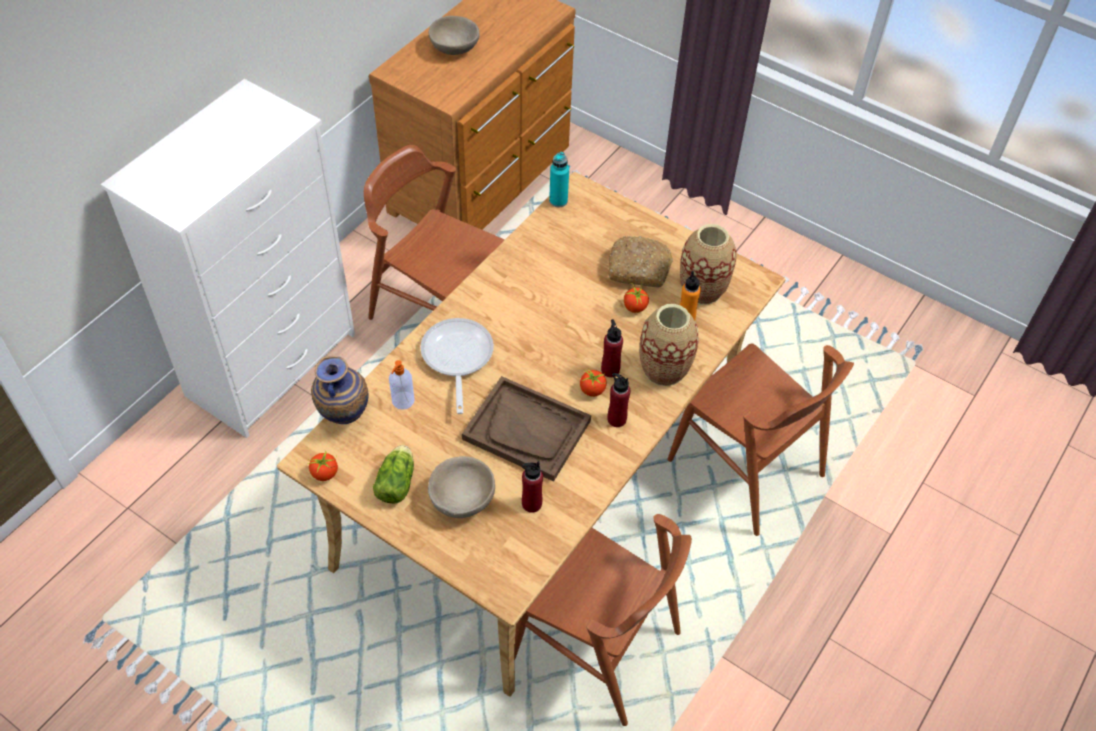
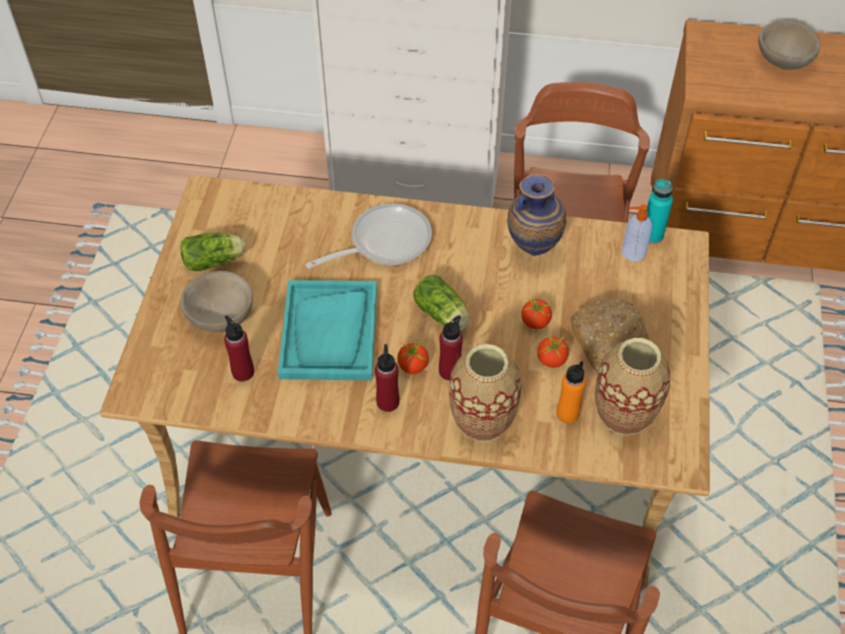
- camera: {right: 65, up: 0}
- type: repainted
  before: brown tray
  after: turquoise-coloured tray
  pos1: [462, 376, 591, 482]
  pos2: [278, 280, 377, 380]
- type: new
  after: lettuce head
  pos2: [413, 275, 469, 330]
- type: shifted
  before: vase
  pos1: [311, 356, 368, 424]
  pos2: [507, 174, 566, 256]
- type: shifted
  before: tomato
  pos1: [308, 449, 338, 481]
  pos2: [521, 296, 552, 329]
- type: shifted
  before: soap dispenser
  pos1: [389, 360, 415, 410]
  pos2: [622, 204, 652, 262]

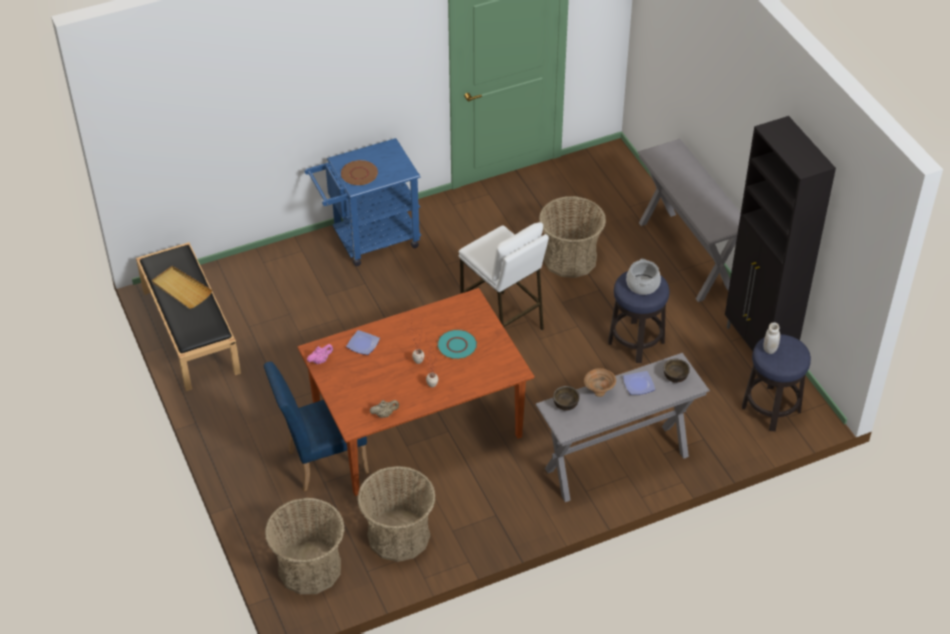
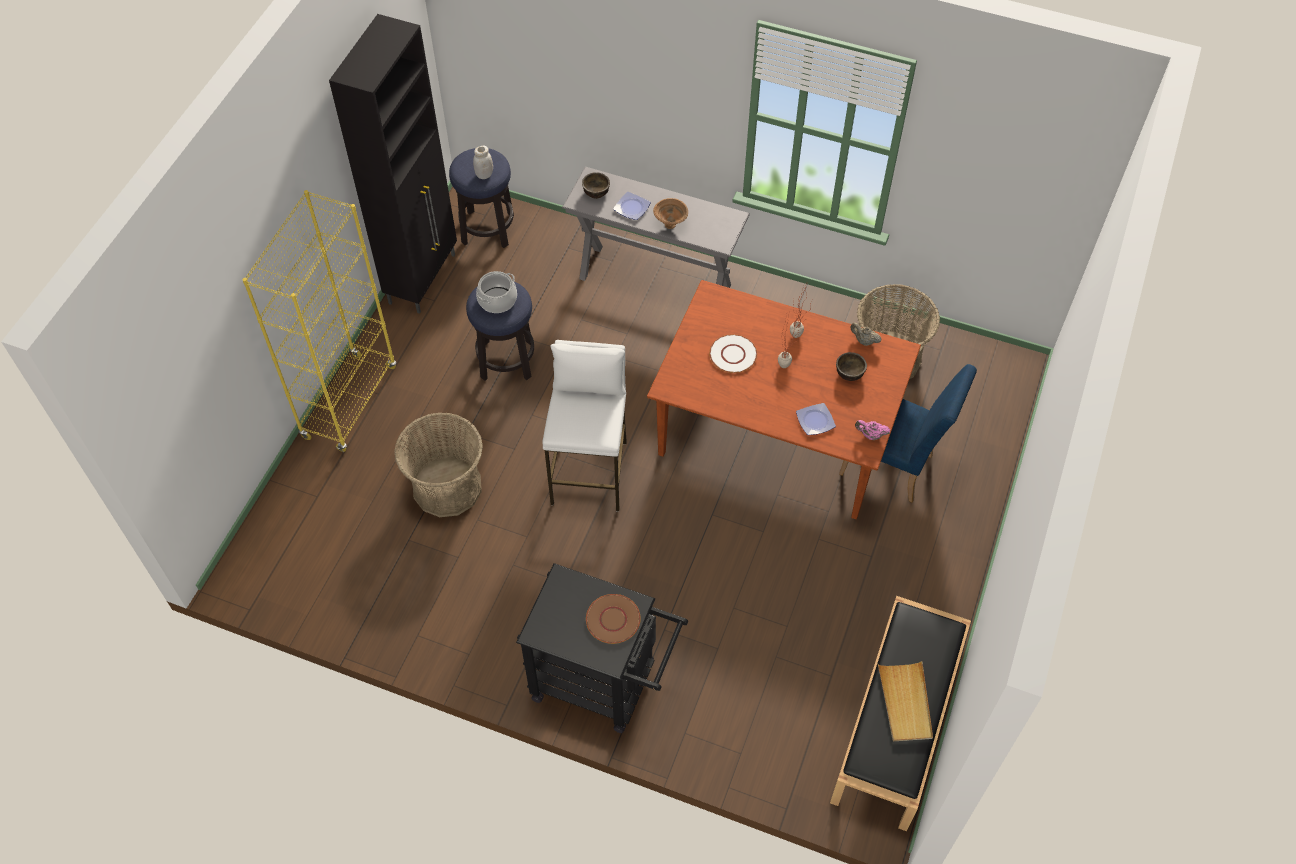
- camera: {right: -135, up: 10}
- type: swapped
  before: greyish narrow table
  after: yellow-coloured bookshelf
  pos1: [637, 139, 741, 302]
  pos2: [242, 190, 396, 452]
- type: repainted
  before: bluish trolley
  after: black trolley
  pos1: [304, 138, 421, 266]
  pos2: [516, 563, 688, 733]
- type: repainted
  before: turquoise-coloured flat dish
  after: whitish flat dish
  pos1: [437, 329, 477, 359]
  pos2: [709, 334, 757, 373]
- type: shifted
  before: brown deep dish
  pos1: [553, 386, 580, 411]
  pos2: [836, 352, 867, 381]
- type: gone
  before: household basket
  pos1: [265, 498, 345, 594]

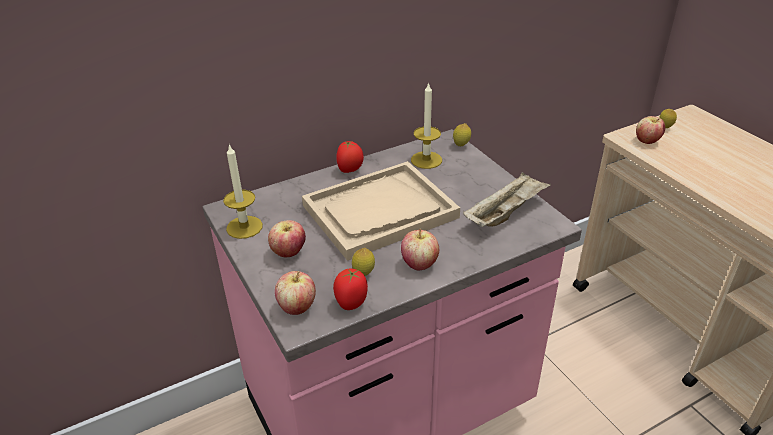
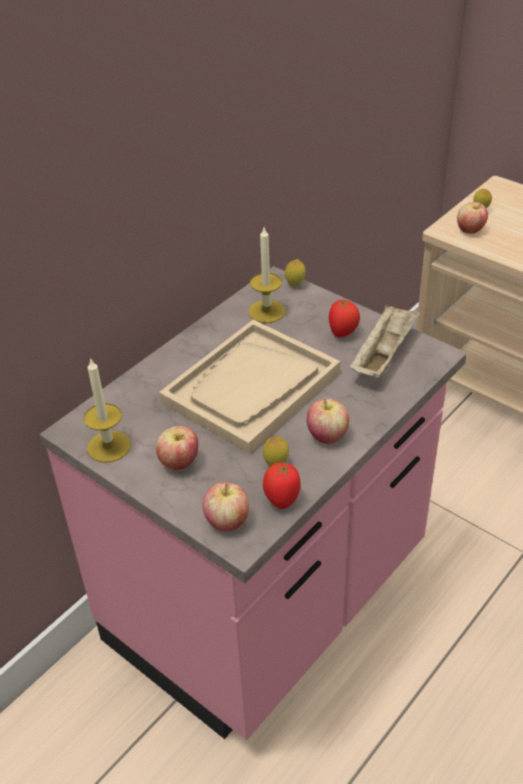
- camera: {right: -20, up: 5}
- type: shifted
  before: tomato
  pos1: [336, 141, 364, 173]
  pos2: [329, 298, 360, 338]

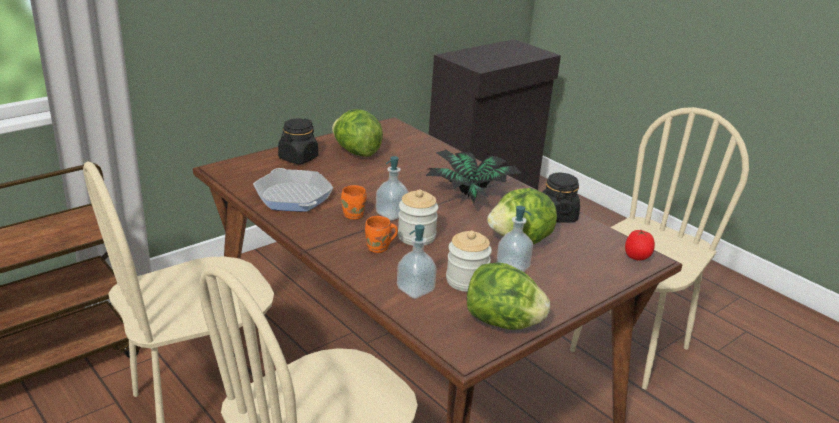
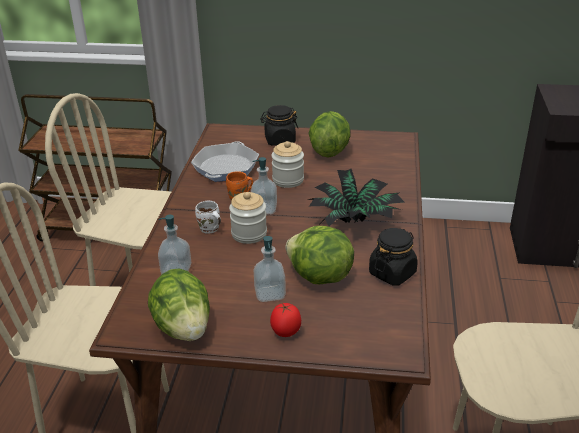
- camera: {right: 50, up: 5}
- type: repainted
  before: orange-coloured mug
  after: whitish mug
  pos1: [365, 216, 398, 253]
  pos2: [195, 201, 221, 234]
- type: shifted
  before: tomato
  pos1: [625, 230, 655, 260]
  pos2: [270, 303, 301, 337]
- type: shifted
  before: storage jar
  pos1: [446, 231, 492, 292]
  pos2: [271, 141, 304, 188]

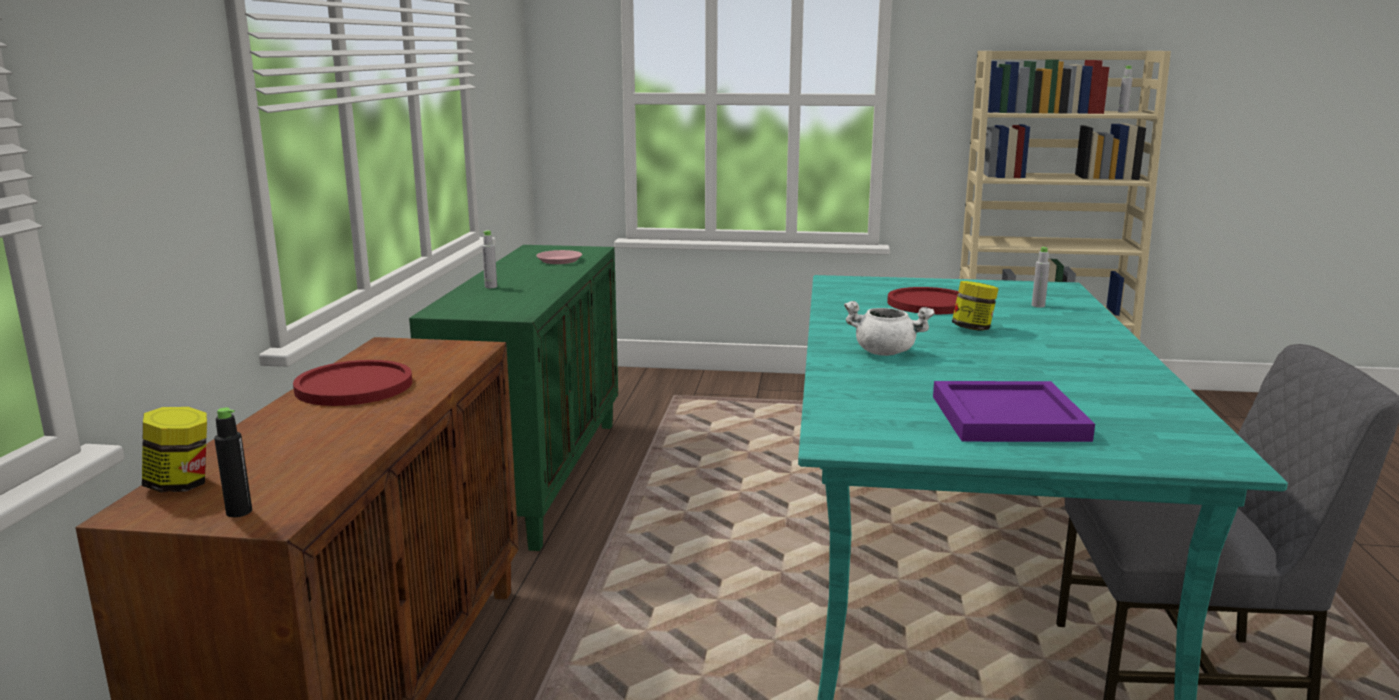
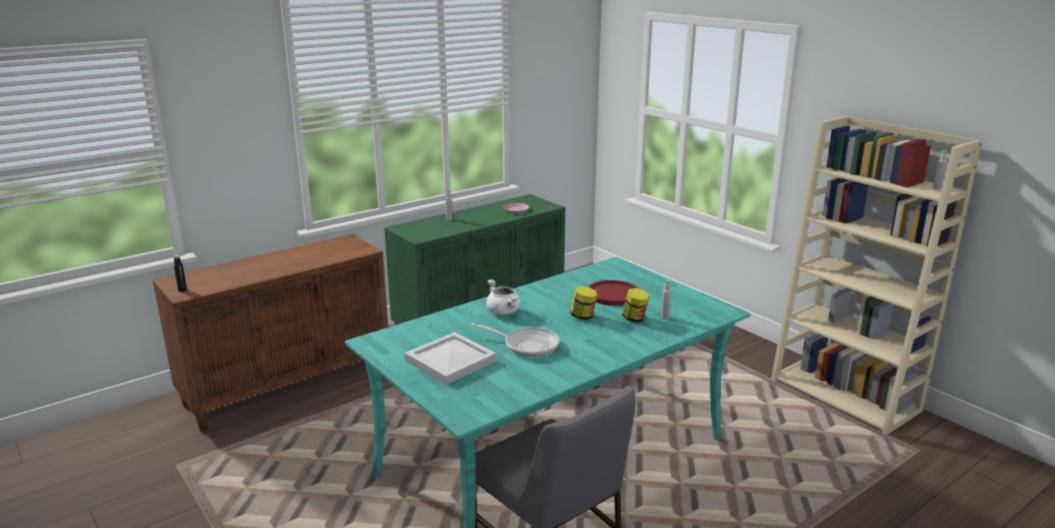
- camera: {right: 45, up: 5}
- type: repainted
  before: purple-coloured tray
  after: whitish tray
  pos1: [933, 381, 1095, 442]
  pos2: [405, 332, 496, 385]
- type: new
  after: frying pan
  pos2: [471, 323, 559, 357]
- type: shifted
  before: storage jar
  pos1: [142, 407, 207, 492]
  pos2: [622, 288, 650, 322]
- type: gone
  before: red flat dish
  pos1: [293, 360, 412, 406]

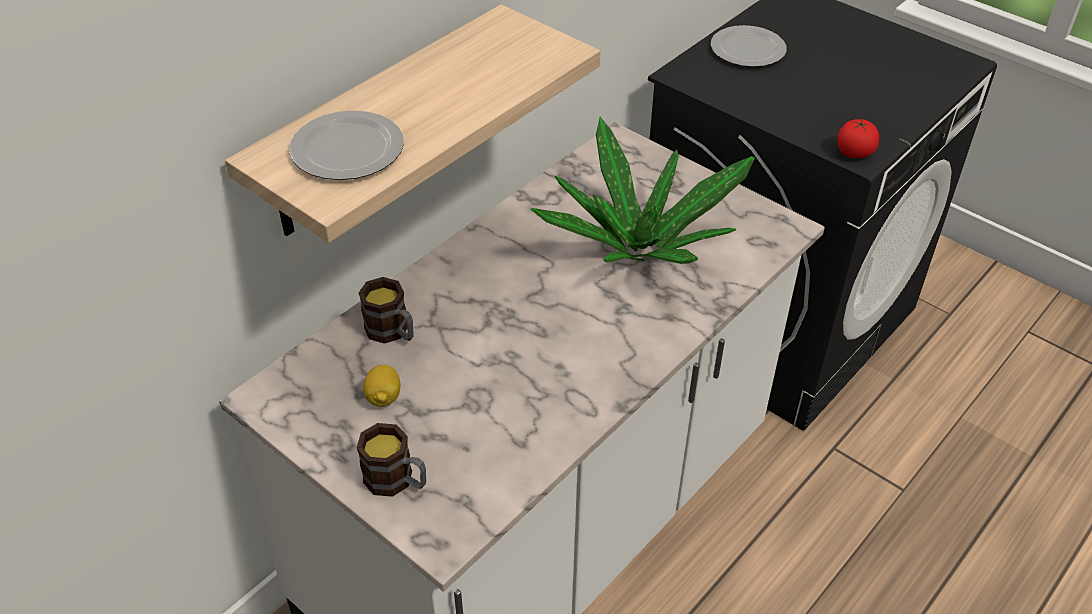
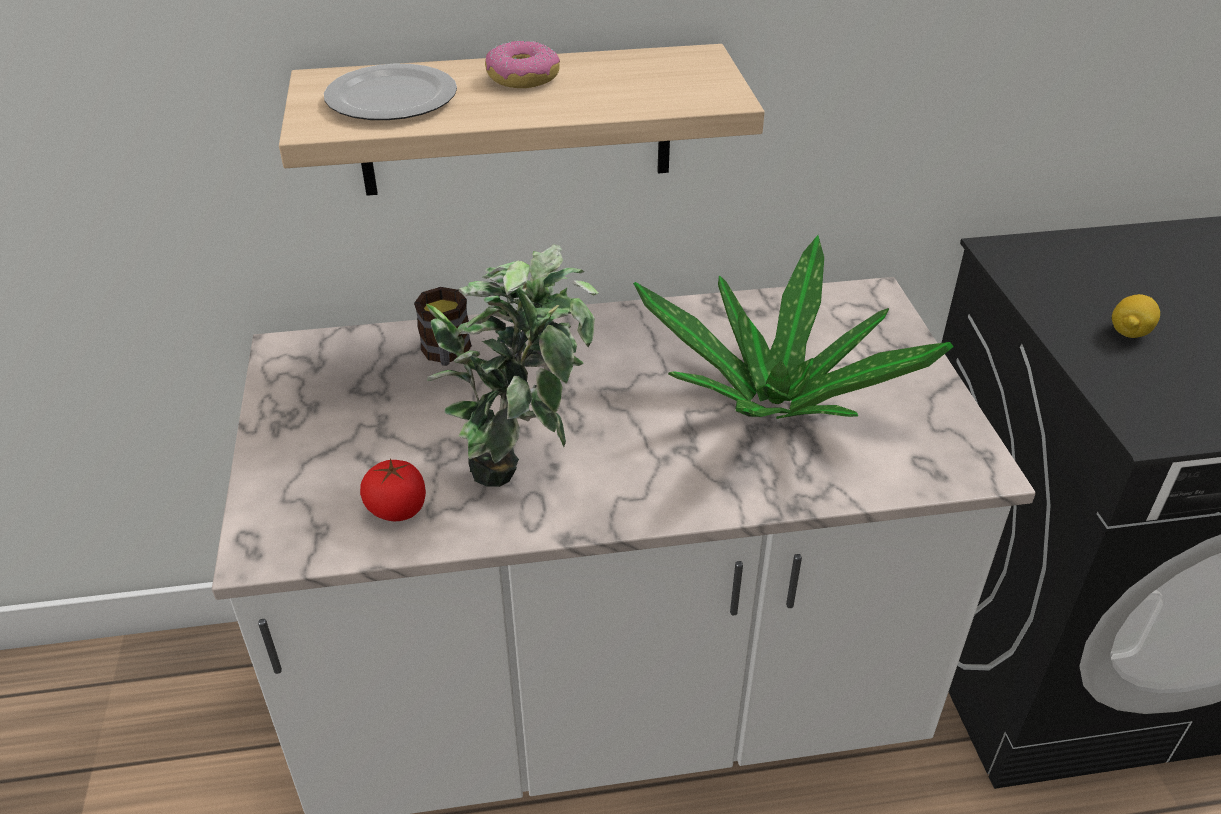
- camera: {right: 40, up: -5}
- type: shifted
  before: tomato
  pos1: [837, 118, 879, 158]
  pos2: [360, 458, 426, 521]
- type: new
  after: plant in a pot
  pos2: [426, 244, 599, 487]
- type: new
  after: doughnut
  pos2: [485, 40, 560, 88]
- type: shifted
  before: lemon
  pos1: [363, 365, 400, 407]
  pos2: [1112, 294, 1160, 338]
- type: gone
  before: mug
  pos1: [357, 423, 426, 497]
- type: gone
  before: flat dish
  pos1: [711, 25, 787, 67]

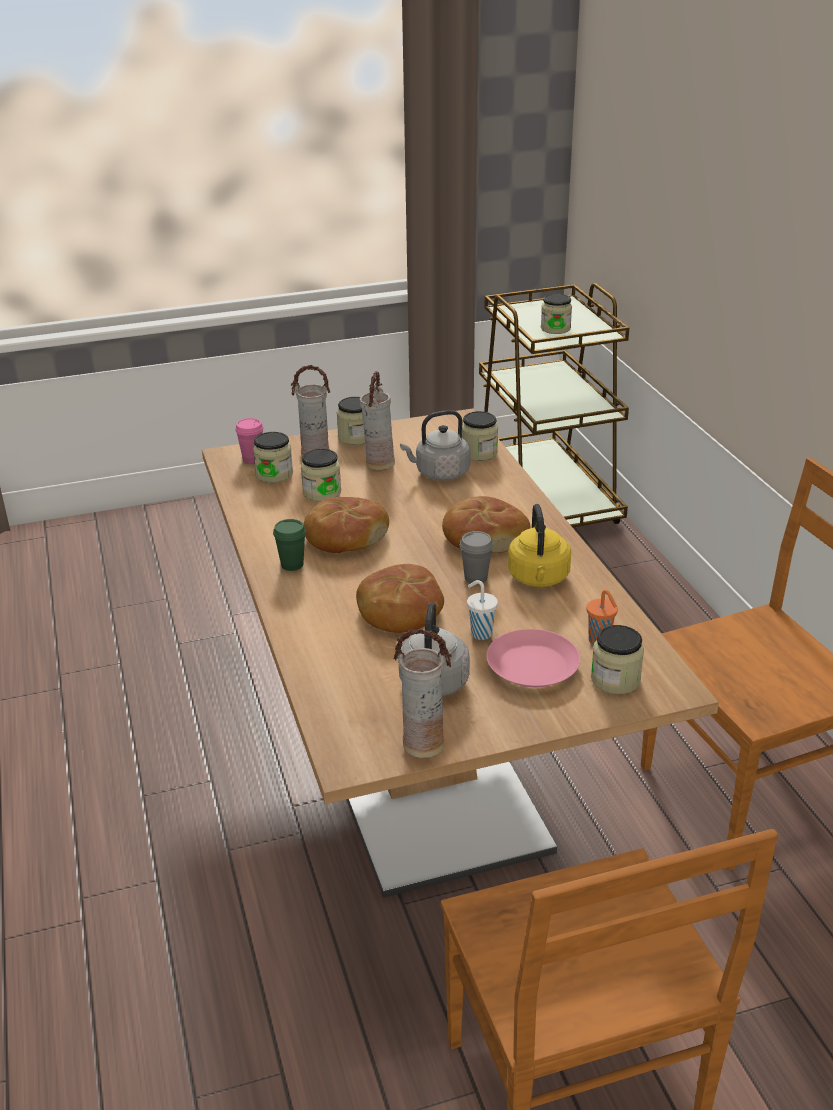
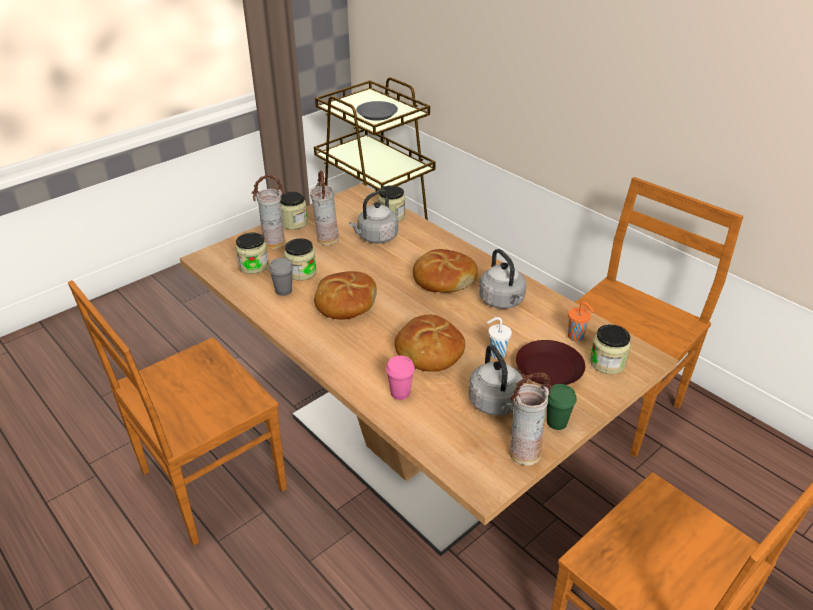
- camera: {right: -25, up: 5}
- type: new
  after: brown chair
  pos2: [68, 280, 287, 545]
- type: shifted
  before: greyish drinking cup
  pos1: [460, 531, 493, 583]
  pos2: [269, 258, 293, 296]
- type: swapped
  before: storage jar
  after: greyish flat dish
  pos1: [541, 294, 572, 334]
  pos2: [356, 101, 398, 121]
- type: shifted
  before: pinkish drinking cup
  pos1: [235, 418, 264, 463]
  pos2: [386, 356, 415, 400]
- type: repainted
  before: yellow-coloured water kettle
  after: greyish water kettle
  pos1: [508, 504, 571, 587]
  pos2: [479, 249, 526, 309]
- type: repainted
  before: pinkish flat dish
  after: brown flat dish
  pos1: [487, 629, 580, 687]
  pos2: [516, 340, 585, 385]
- type: shifted
  before: green drinking cup
  pos1: [273, 519, 306, 571]
  pos2: [547, 384, 577, 430]

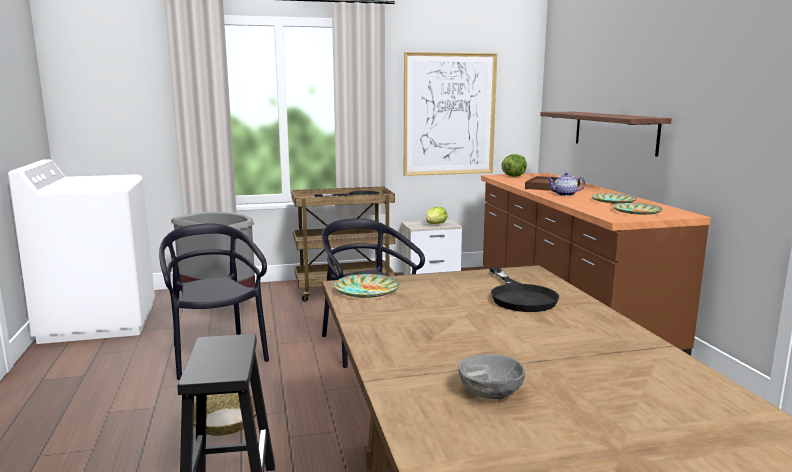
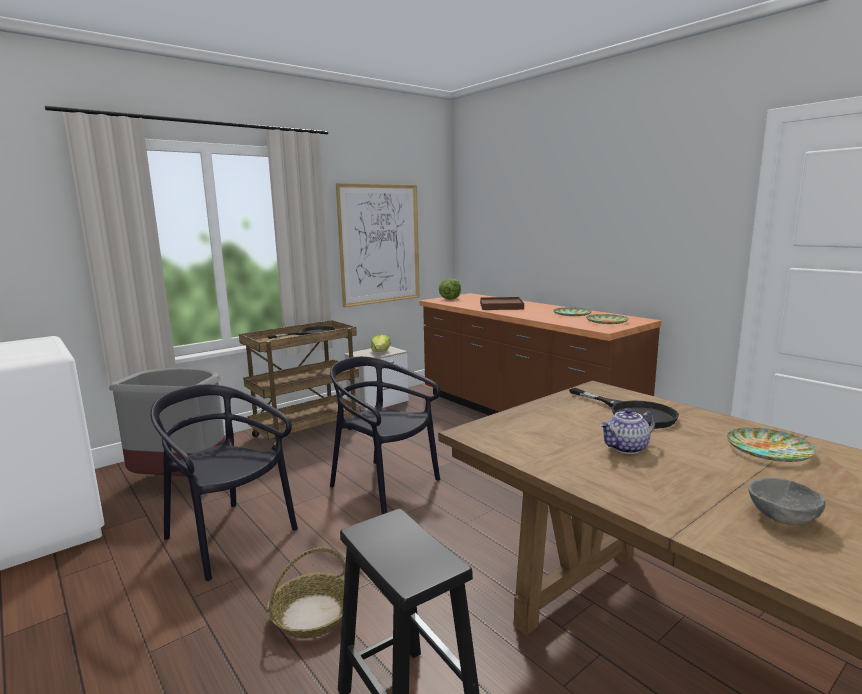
- camera: {right: -25, up: 0}
- type: shifted
  before: teapot
  pos1: [547, 172, 585, 196]
  pos2: [600, 408, 655, 454]
- type: shifted
  before: flat dish
  pos1: [334, 274, 400, 298]
  pos2: [727, 428, 816, 462]
- type: gone
  before: wall shelf
  pos1: [540, 112, 672, 156]

